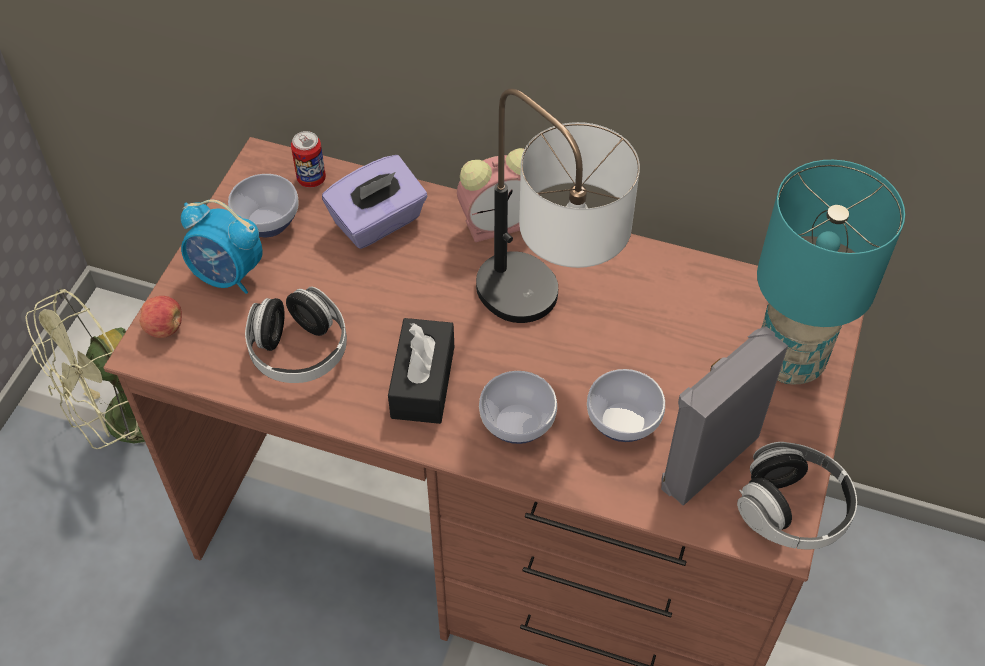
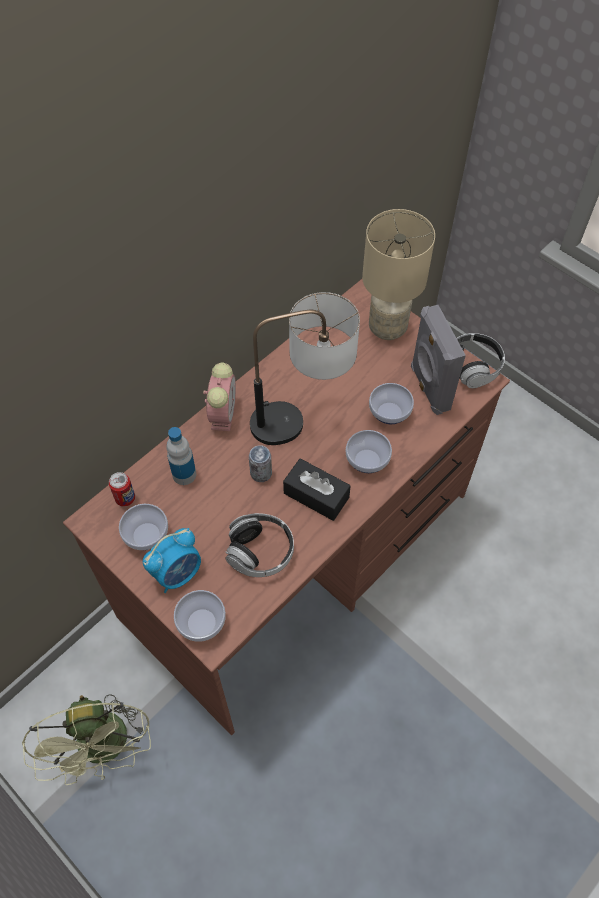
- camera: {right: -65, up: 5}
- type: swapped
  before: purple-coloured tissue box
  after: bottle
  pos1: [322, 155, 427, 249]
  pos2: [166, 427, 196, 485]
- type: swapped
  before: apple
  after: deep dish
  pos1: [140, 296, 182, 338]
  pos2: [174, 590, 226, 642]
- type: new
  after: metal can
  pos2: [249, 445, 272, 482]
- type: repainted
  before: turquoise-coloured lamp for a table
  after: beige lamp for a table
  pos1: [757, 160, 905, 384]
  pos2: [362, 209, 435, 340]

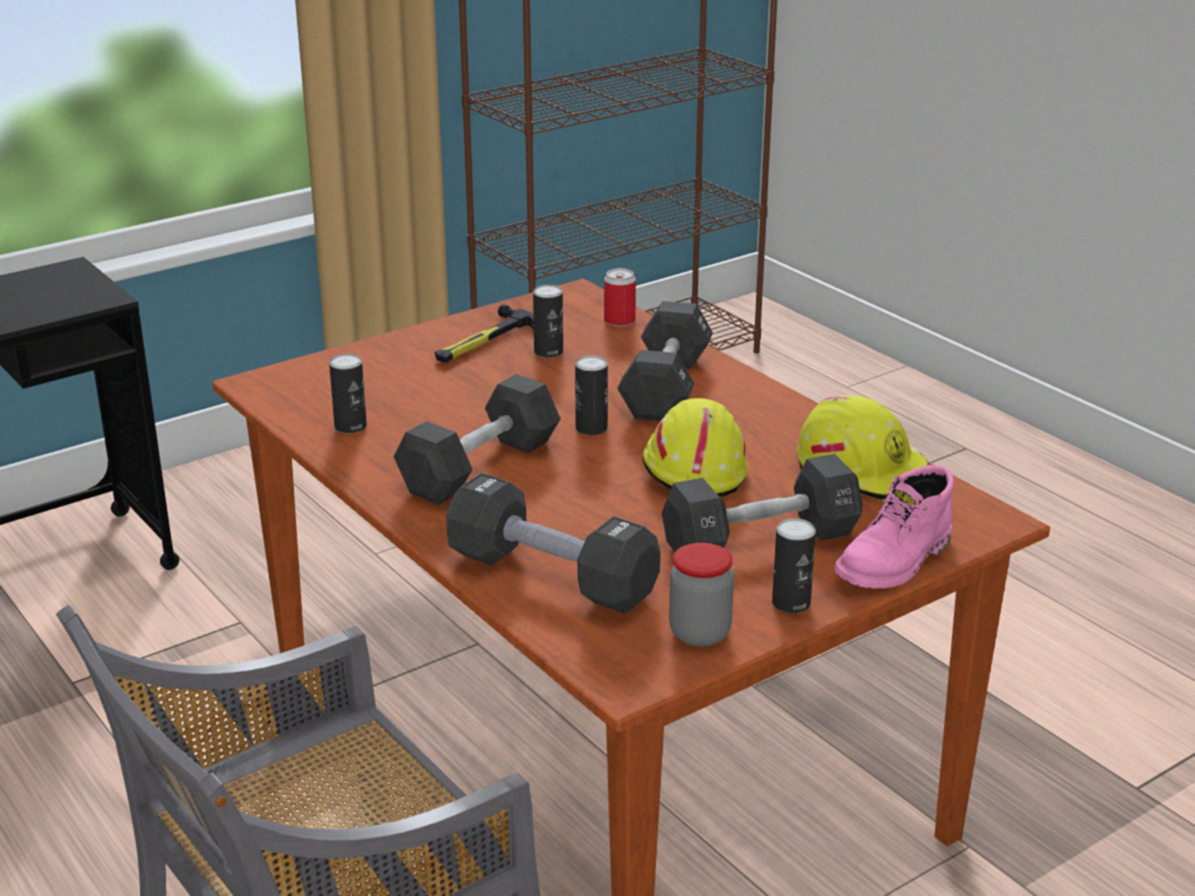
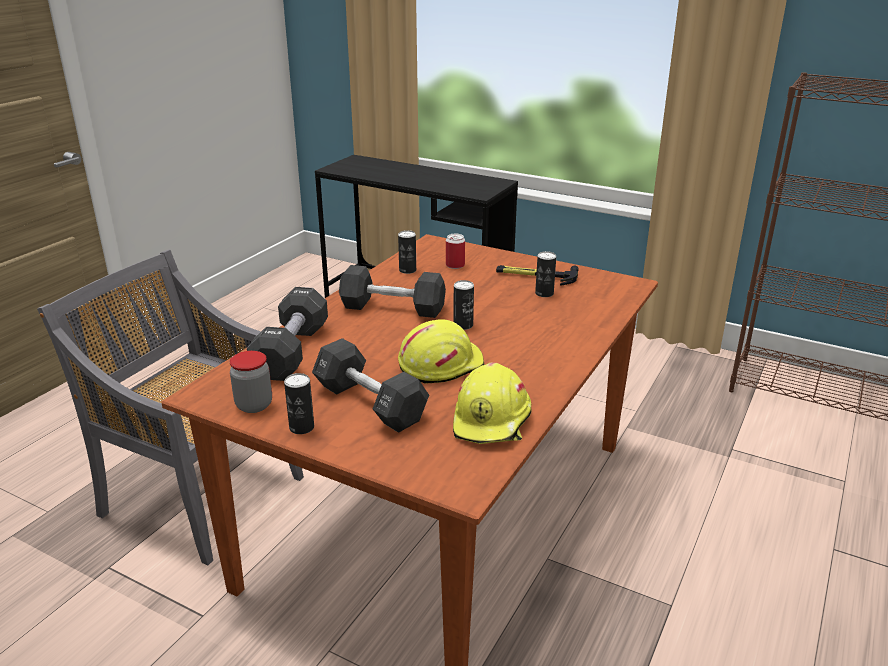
- camera: {right: 65, up: 0}
- type: shifted
  before: metal can
  pos1: [604, 268, 636, 327]
  pos2: [446, 234, 465, 269]
- type: gone
  before: black hand weight
  pos1: [617, 301, 713, 421]
- type: gone
  before: pinkish tall boot
  pos1: [834, 465, 954, 589]

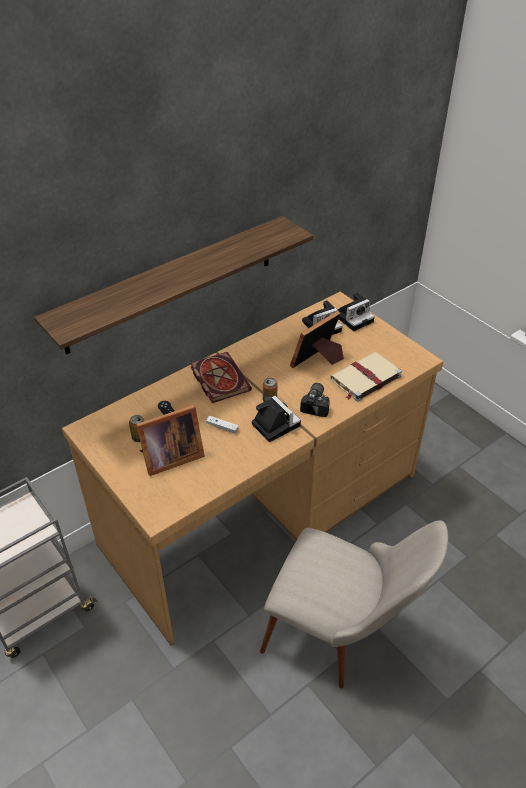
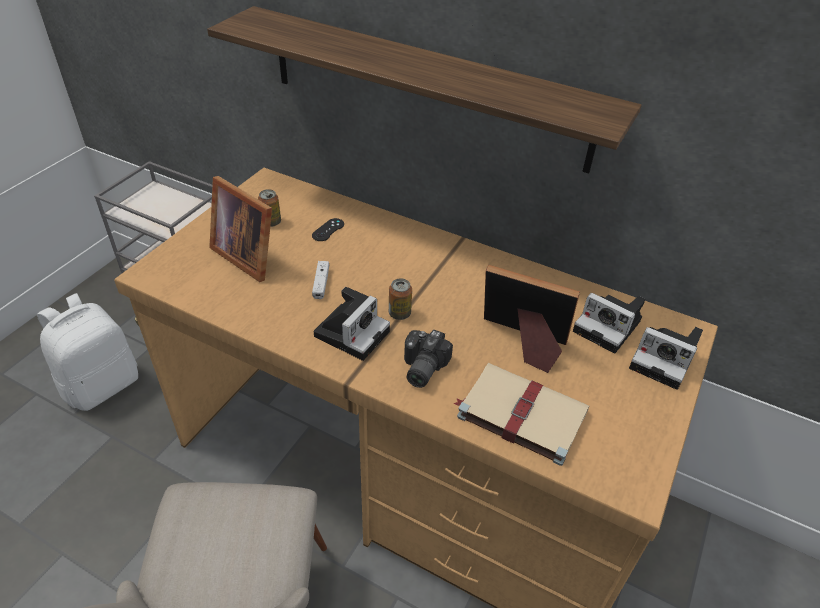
- camera: {right: 65, up: 0}
- type: new
  after: whitish knapsack
  pos2: [37, 293, 138, 411]
- type: rotated
  before: still camera
  pos1: [300, 383, 330, 417]
  pos2: [404, 330, 453, 388]
  turn: 120
- type: gone
  before: bound book
  pos1: [190, 352, 252, 403]

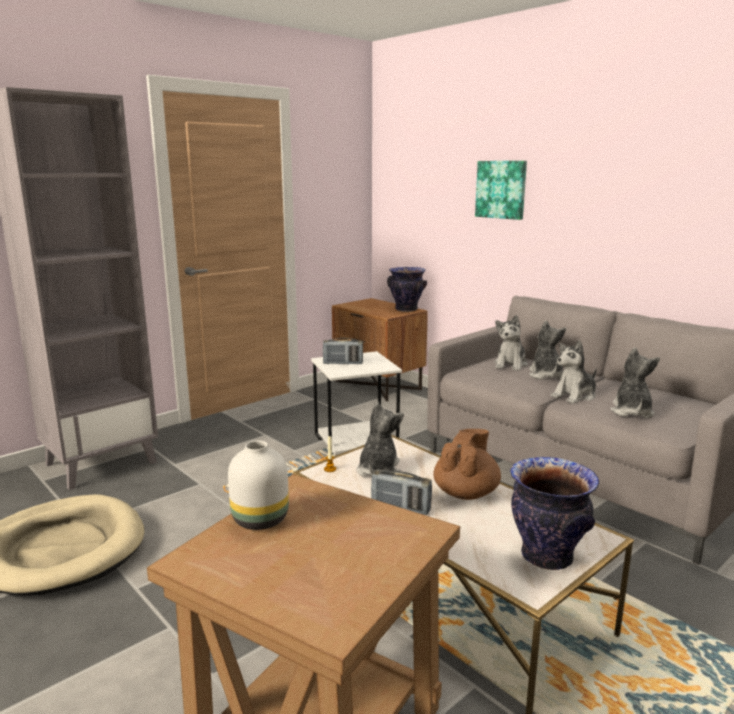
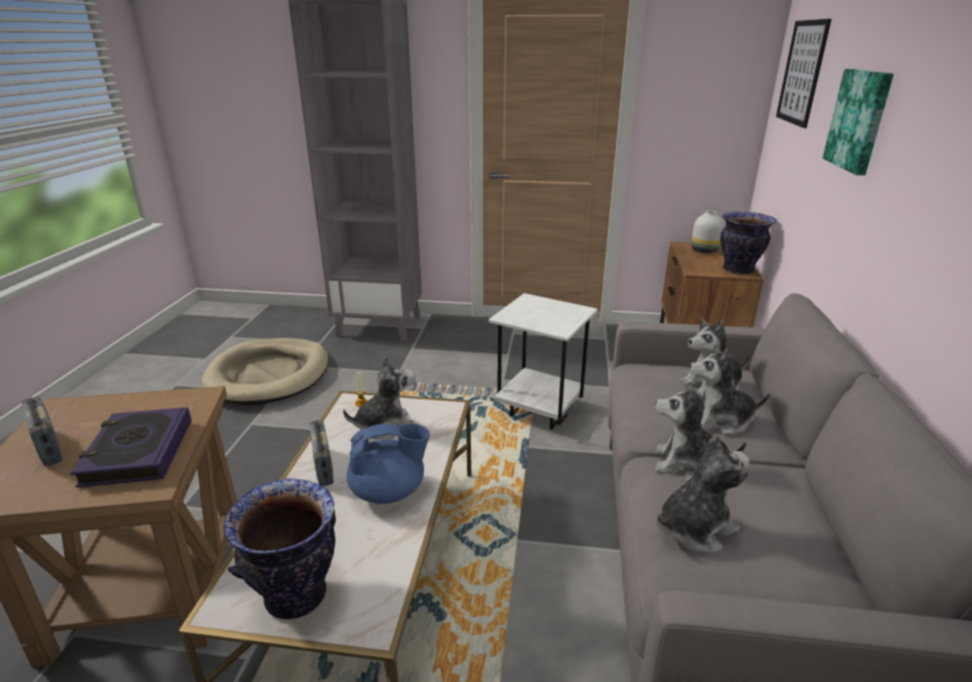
- camera: {right: 50, up: 10}
- type: shifted
  before: radio
  pos1: [323, 338, 363, 364]
  pos2: [22, 397, 63, 466]
- type: new
  after: bound book
  pos2: [70, 407, 191, 488]
- type: repainted
  before: brown teapot
  after: bluish teapot
  pos1: [433, 429, 501, 500]
  pos2: [347, 424, 430, 504]
- type: rotated
  before: soft toy
  pos1: [529, 321, 566, 380]
  pos2: [689, 344, 770, 435]
  turn: -135
- type: shifted
  before: whitish vase
  pos1: [228, 440, 289, 530]
  pos2: [691, 211, 724, 253]
- type: new
  after: wall art
  pos2: [776, 19, 831, 128]

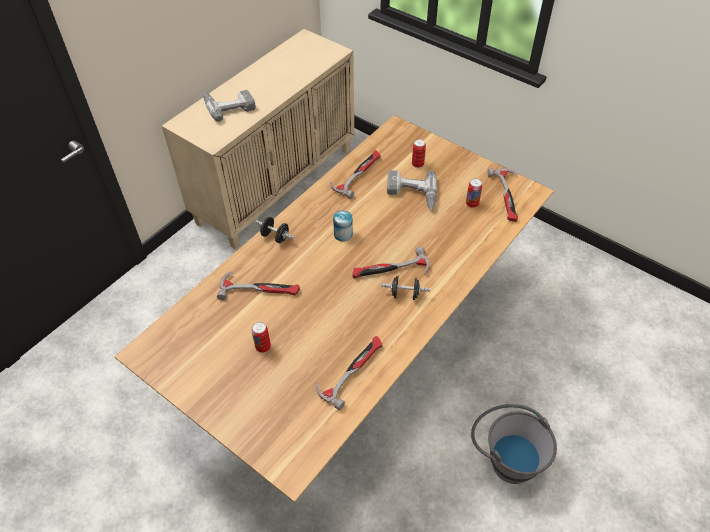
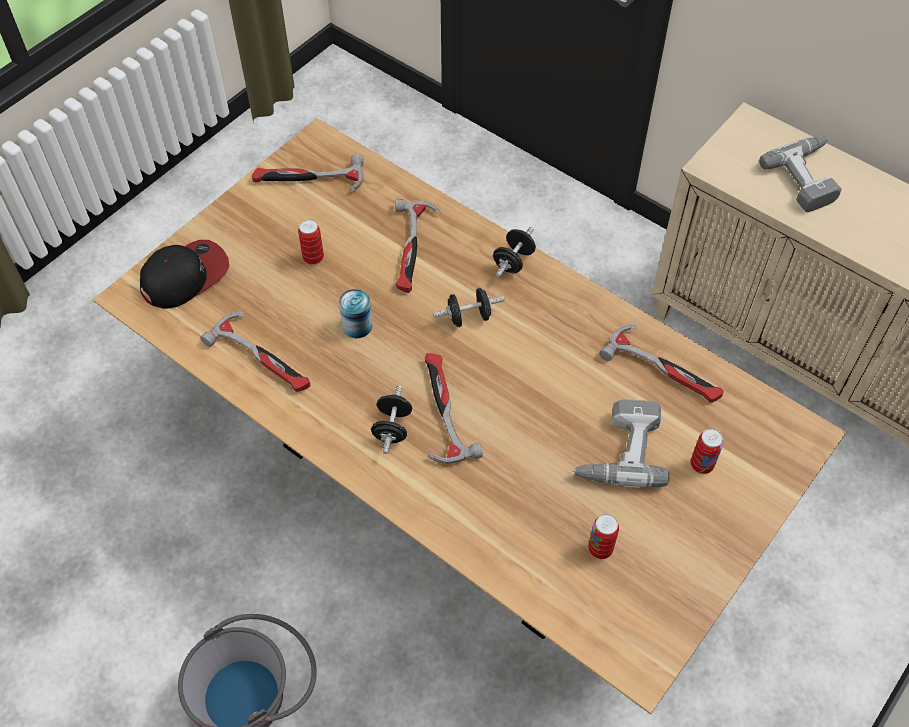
- camera: {right: 90, up: 5}
- type: new
  after: cap
  pos2: [140, 240, 229, 309]
- type: shifted
  before: hand hammer
  pos1: [488, 169, 518, 222]
  pos2: [252, 154, 363, 193]
- type: shifted
  before: metal can
  pos1: [333, 210, 353, 242]
  pos2: [339, 289, 372, 338]
- type: new
  after: black hand weight
  pos2: [433, 288, 505, 327]

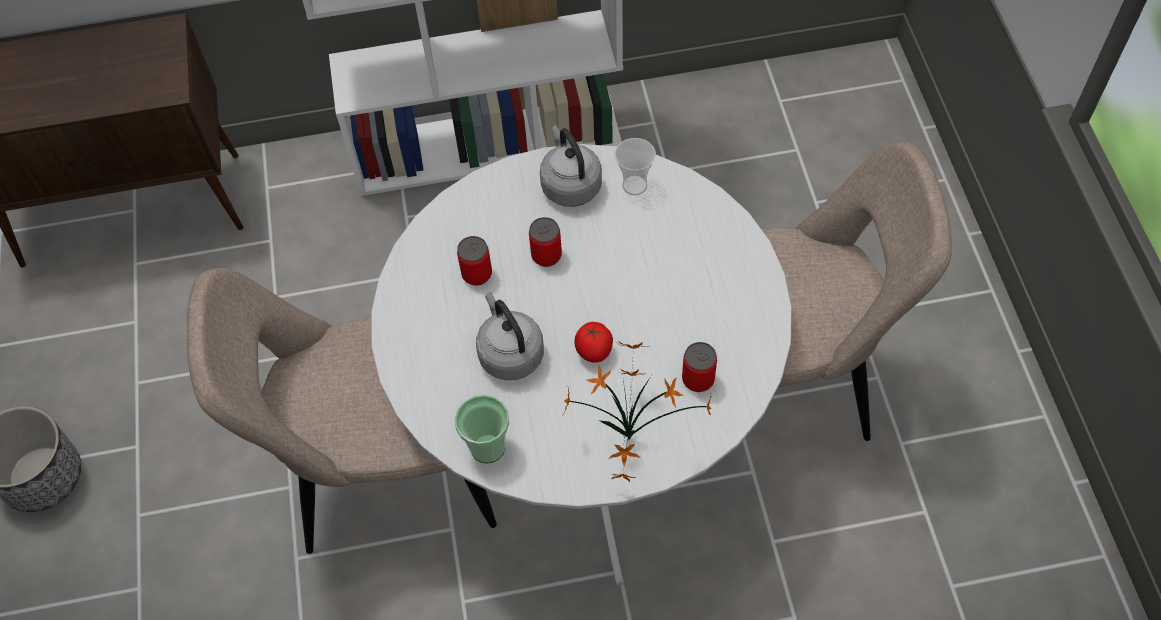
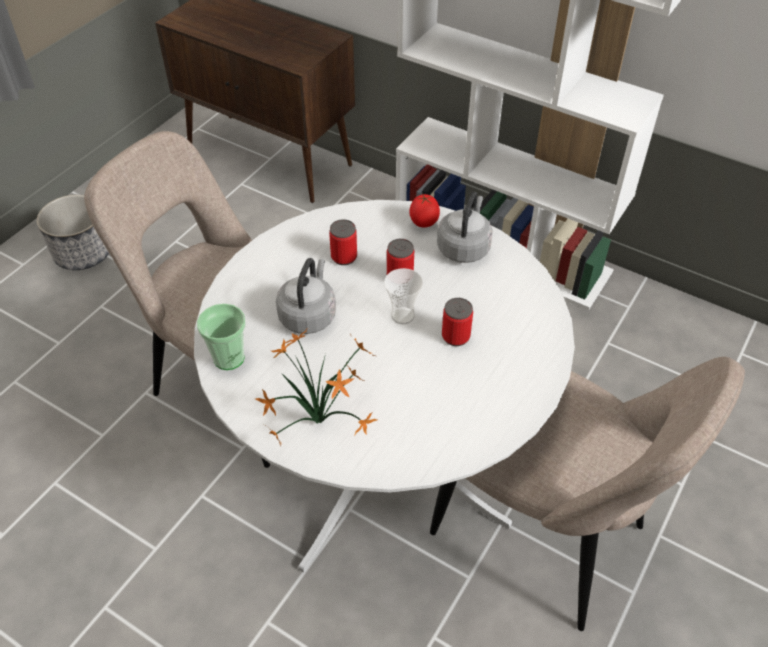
- camera: {right: 40, up: -10}
- type: shifted
  before: drinking cup
  pos1: [615, 138, 656, 196]
  pos2: [384, 268, 423, 324]
- type: shifted
  before: tomato
  pos1: [574, 322, 613, 363]
  pos2: [409, 194, 440, 228]
- type: shifted
  before: metal can
  pos1: [682, 342, 717, 392]
  pos2: [442, 298, 473, 346]

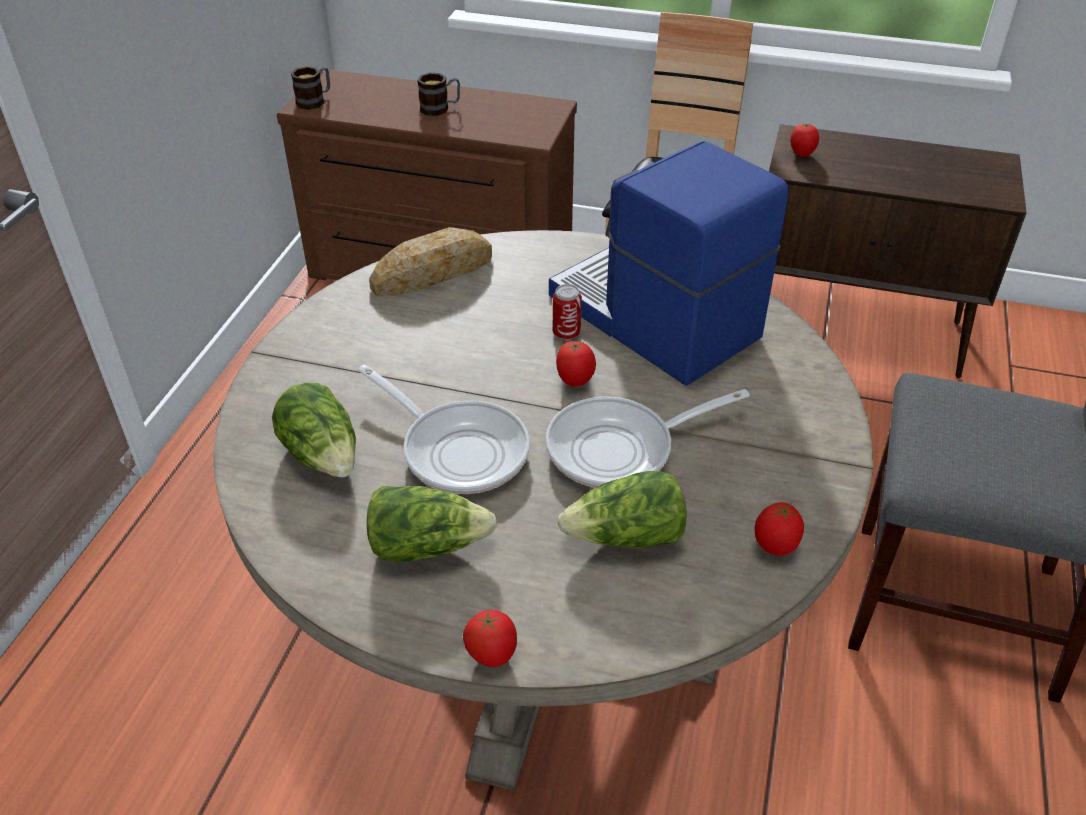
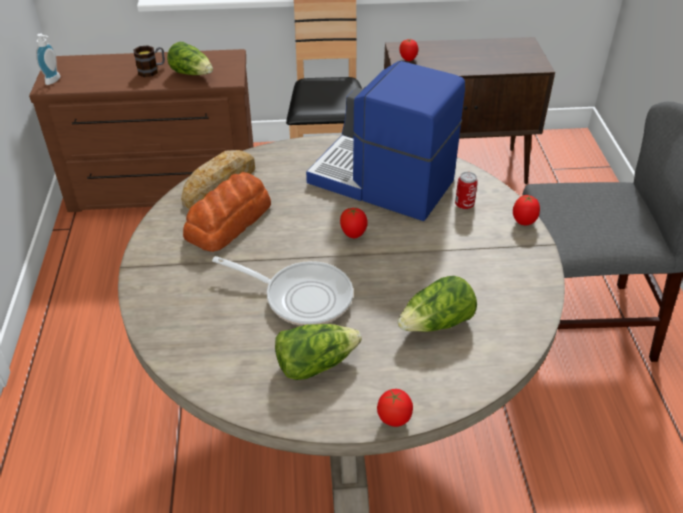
- camera: {right: -20, up: 0}
- type: swapped
  before: mug
  after: soap dispenser
  pos1: [291, 66, 330, 110]
  pos2: [36, 34, 60, 85]
- type: shifted
  before: lettuce head
  pos1: [272, 383, 356, 477]
  pos2: [167, 42, 213, 75]
- type: new
  after: baked bread
  pos2: [183, 172, 271, 252]
- type: shifted
  before: metal can
  pos1: [553, 284, 582, 340]
  pos2: [455, 172, 478, 210]
- type: shifted
  before: tomato
  pos1: [755, 502, 804, 556]
  pos2: [513, 194, 540, 225]
- type: gone
  before: frying pan
  pos1: [546, 389, 750, 488]

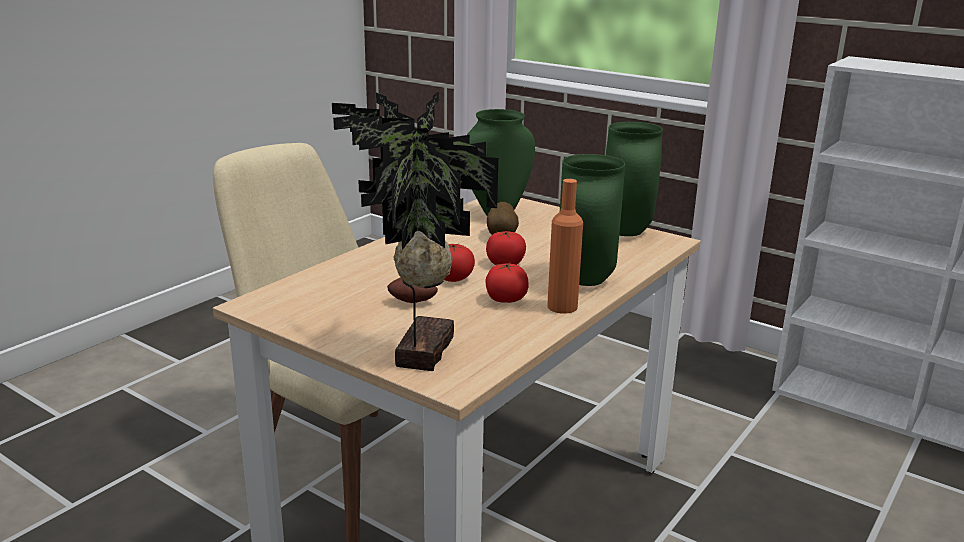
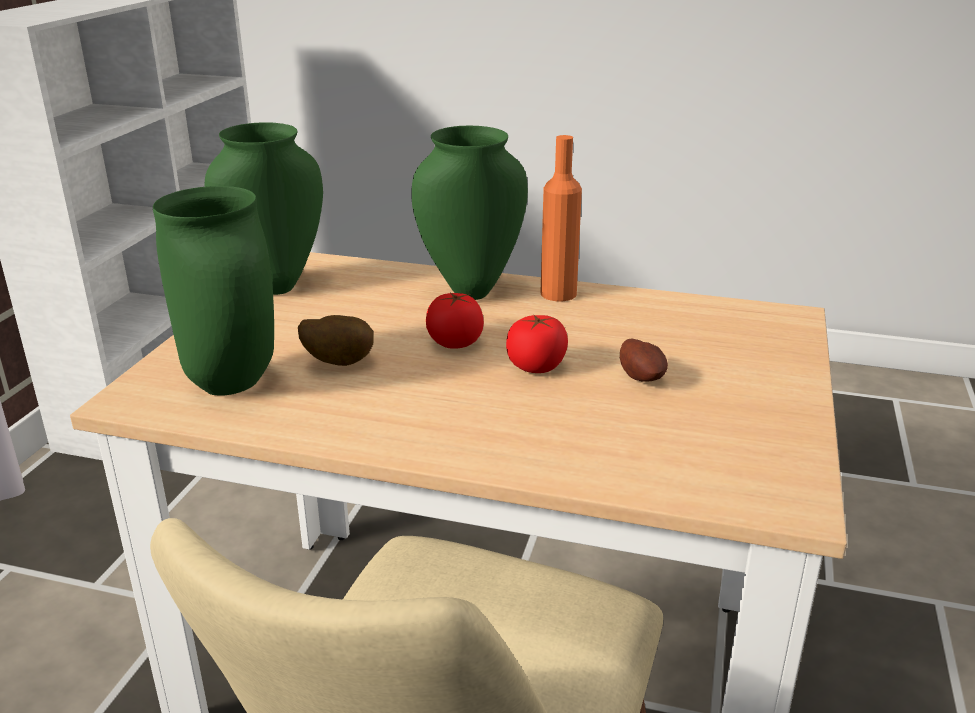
- camera: {right: -110, up: 5}
- type: gone
  before: plant in a pot
  pos1: [332, 91, 498, 371]
- type: gone
  before: tomato
  pos1: [485, 263, 529, 303]

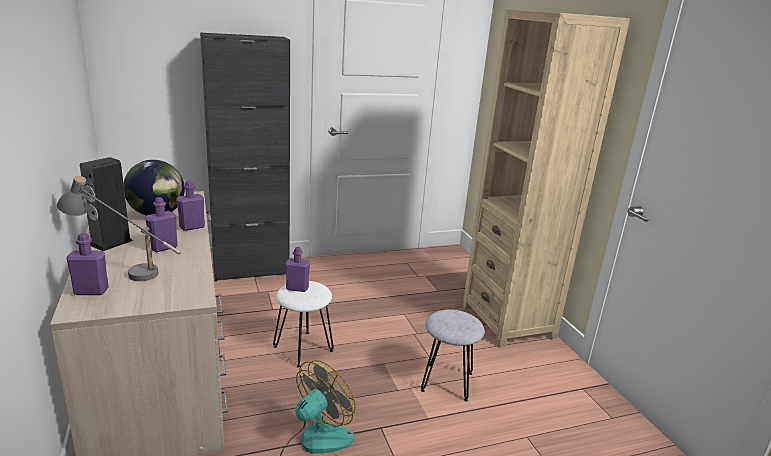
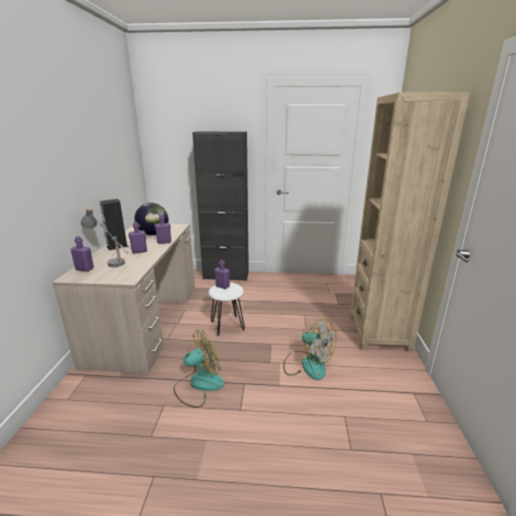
- camera: {right: 25, up: 0}
- type: swapped
  before: greyish stool
  after: cooling fan
  pos1: [421, 310, 485, 401]
  pos2: [283, 318, 336, 380]

